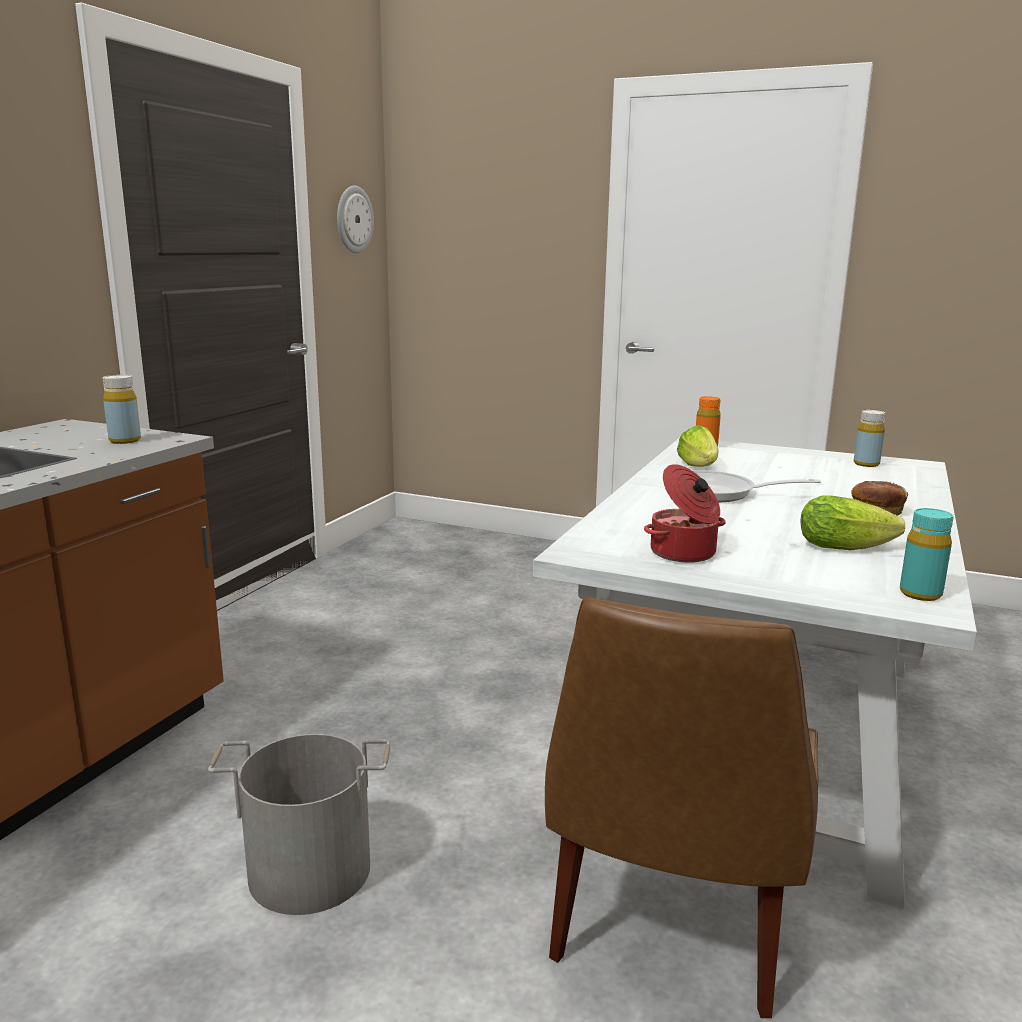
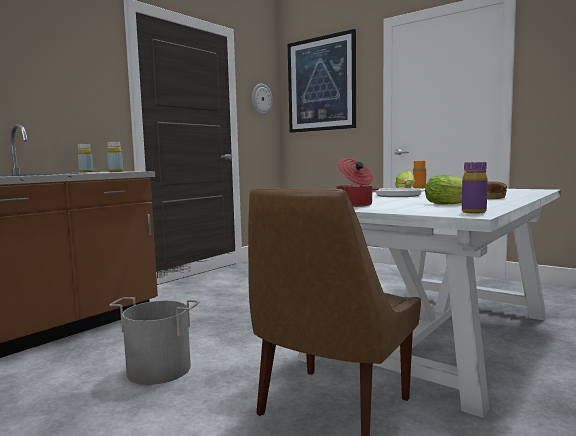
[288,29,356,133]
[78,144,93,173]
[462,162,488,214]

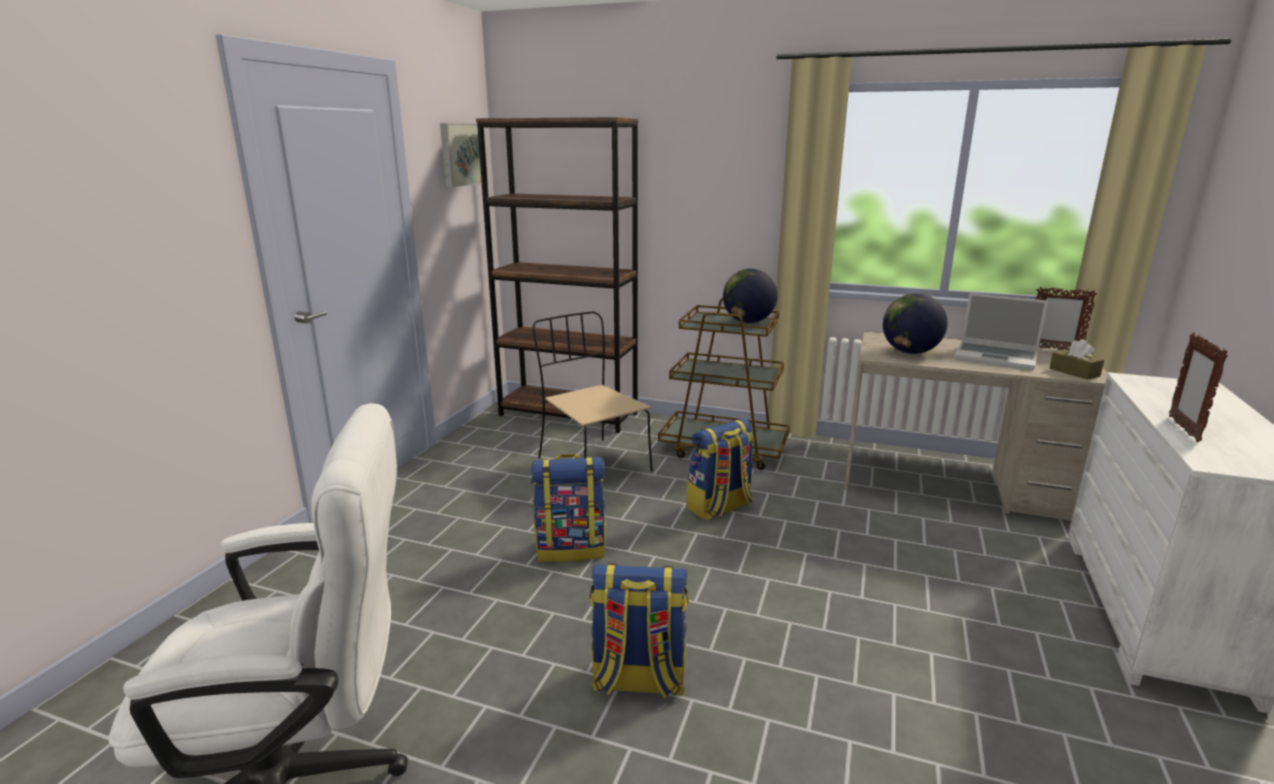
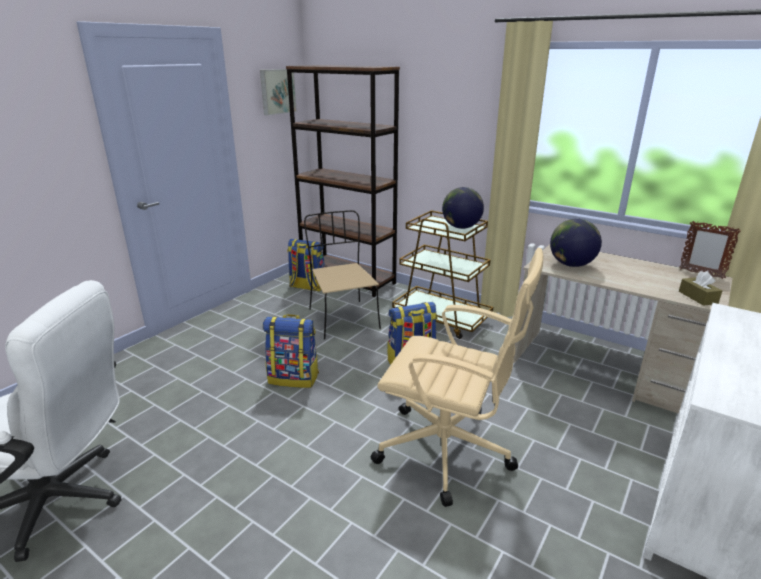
[954,293,1048,370] (first image)
[1169,332,1228,442] (first image)
[371,248,543,507]
[287,239,325,292]

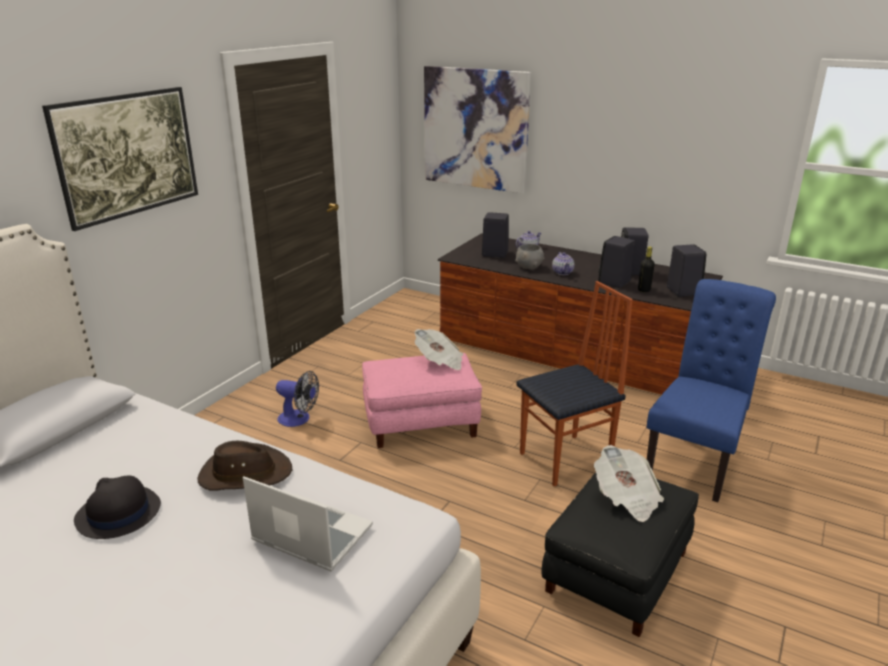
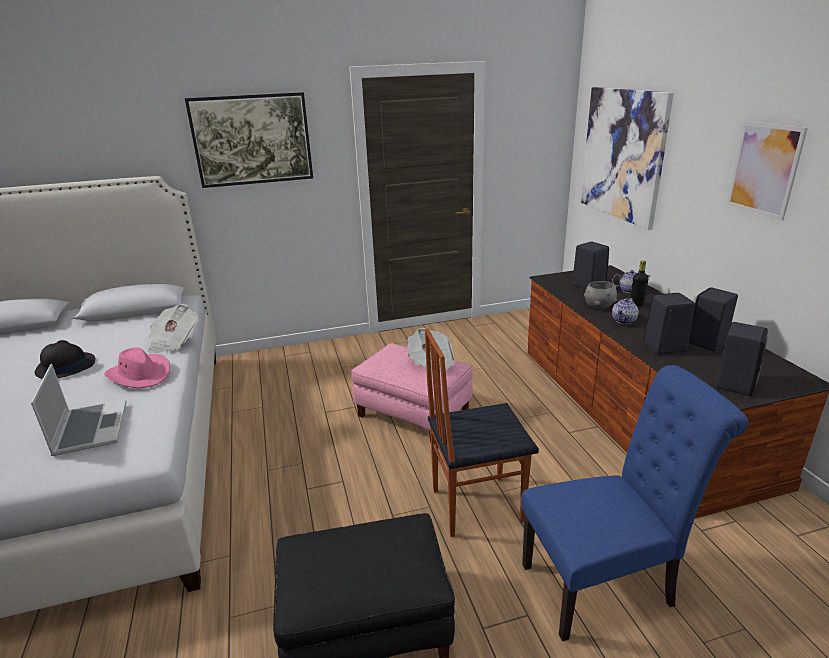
[276,371,319,427] (first image)
[726,121,808,220]
[148,304,198,353]
[630,260,649,306]
[104,347,170,388]
[425,328,539,537]

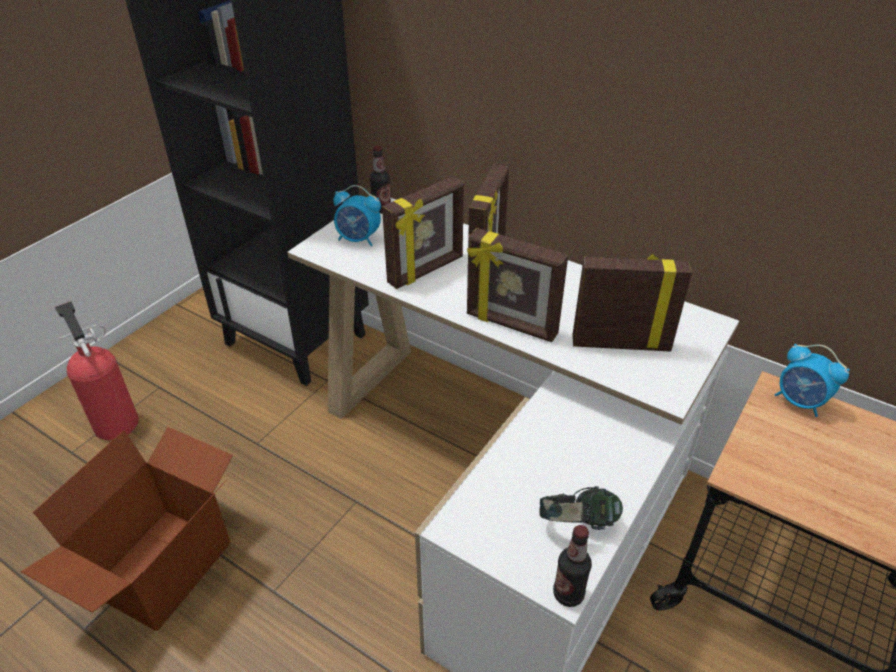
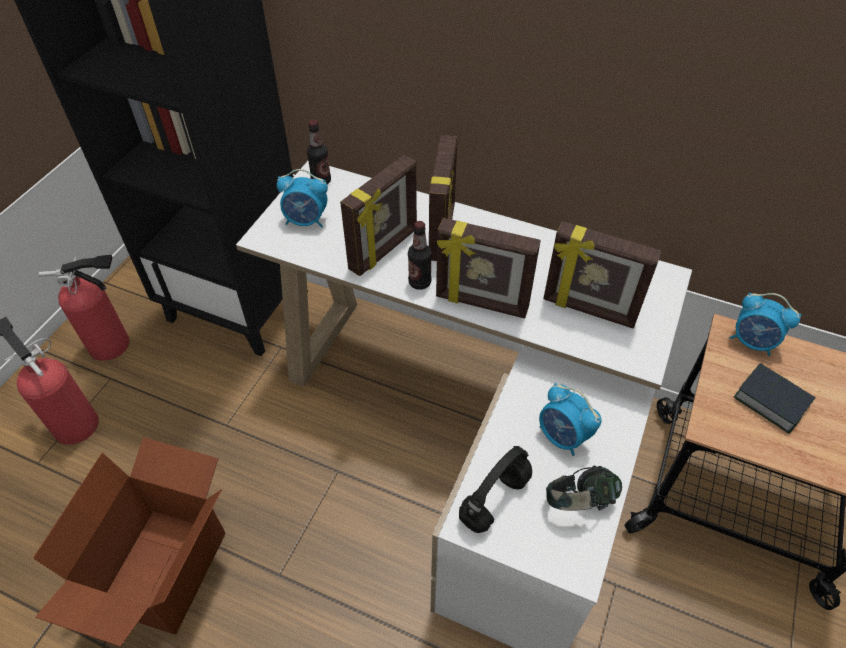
[39,254,130,361]
[459,446,532,533]
[539,383,602,456]
[734,363,816,434]
[408,221,432,290]
[543,221,662,328]

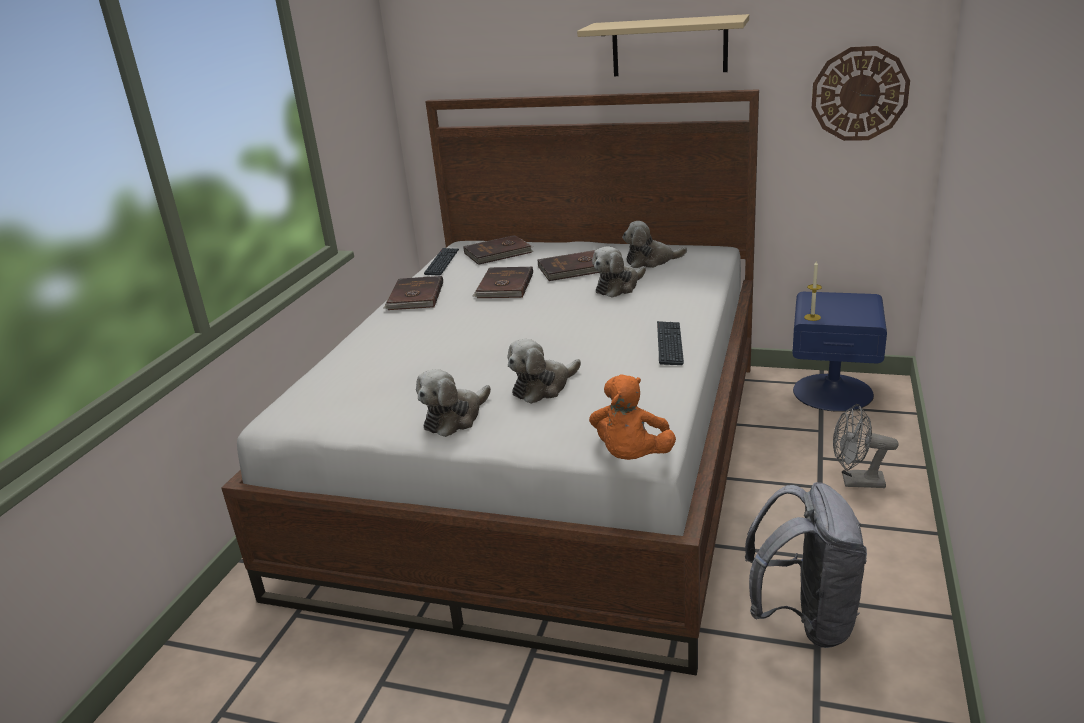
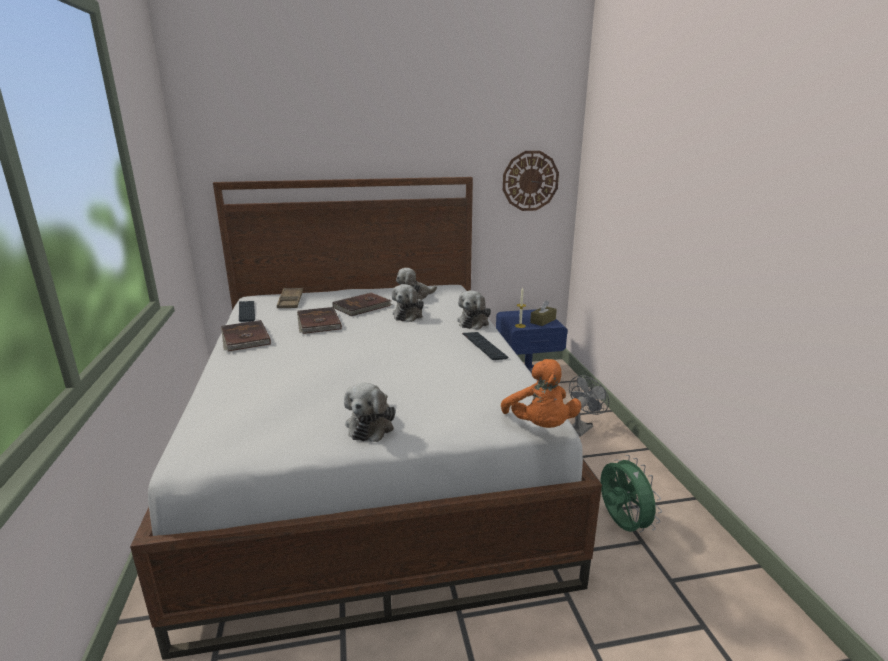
[577,14,749,76] (first image)
[530,300,557,326]
[457,290,491,330]
[277,288,303,308]
[600,455,662,532]
[569,375,609,437]

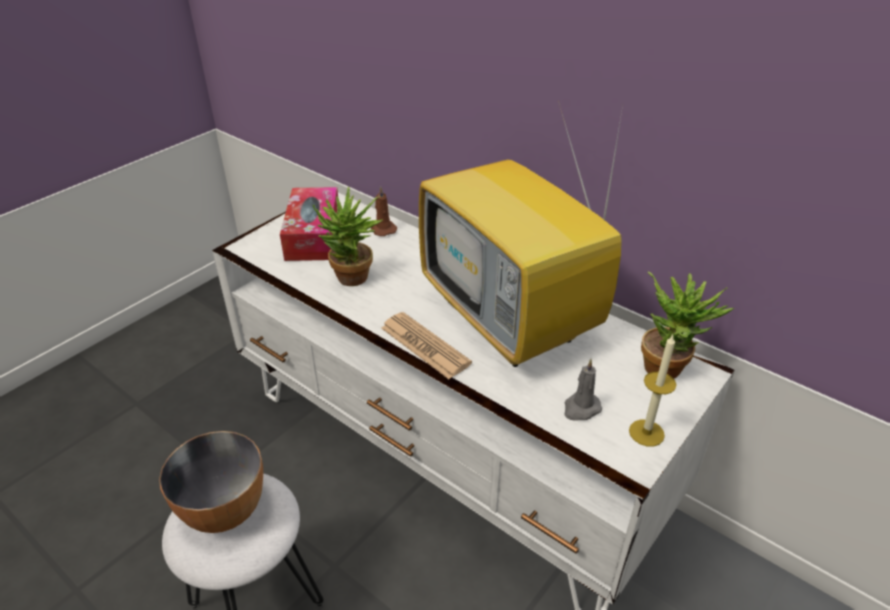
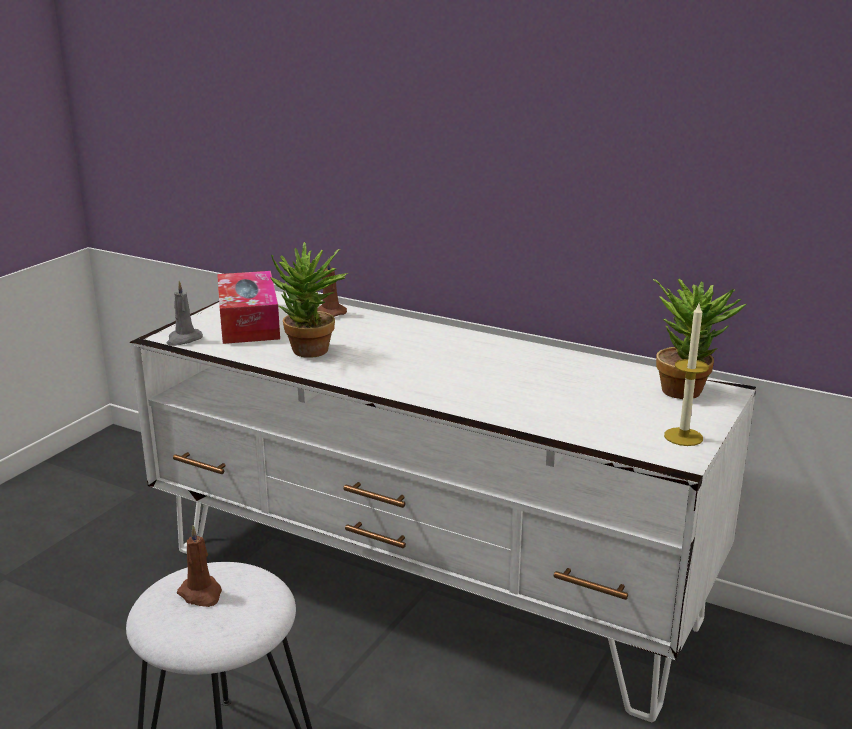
[381,312,472,379] (first image)
[419,101,623,367] (first image)
[166,281,203,346]
[177,525,222,607]

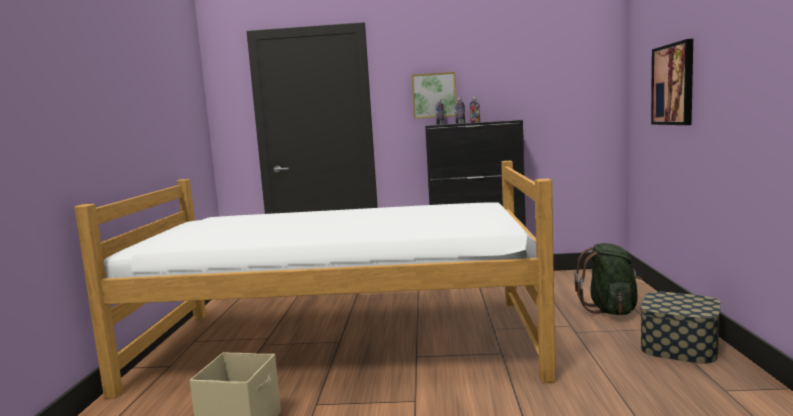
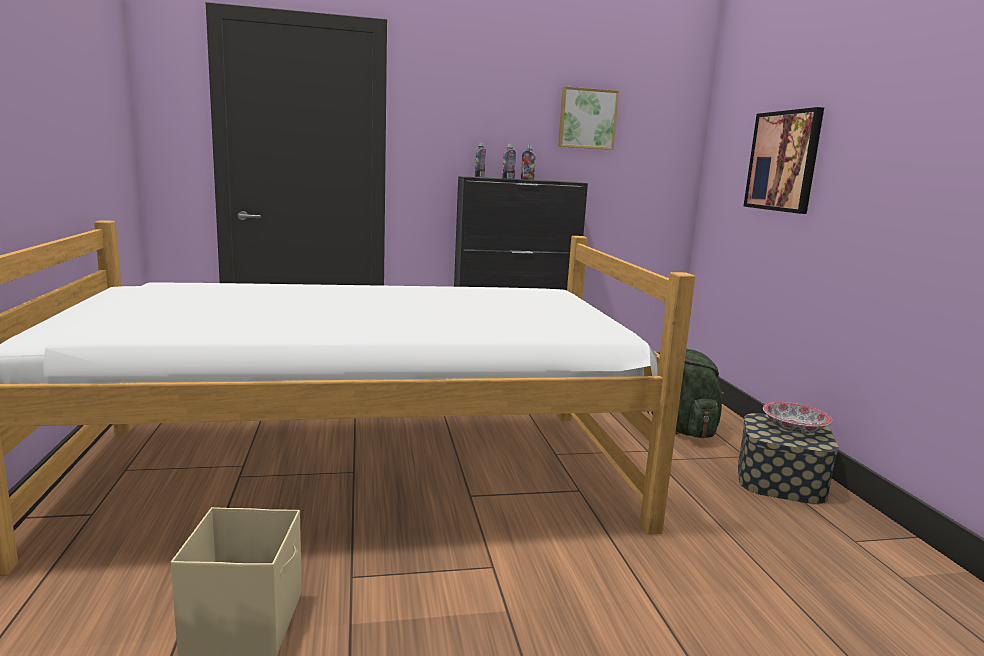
[763,402,832,434]
[558,87,619,150]

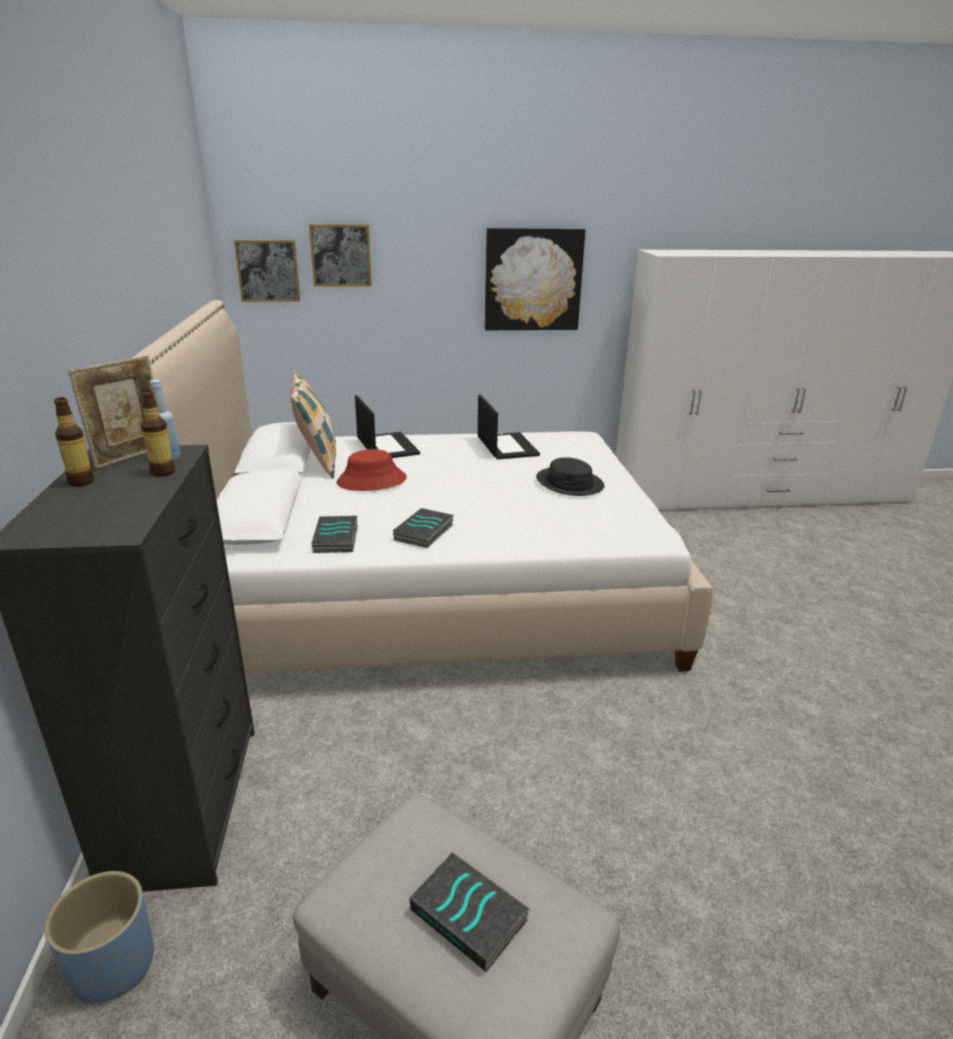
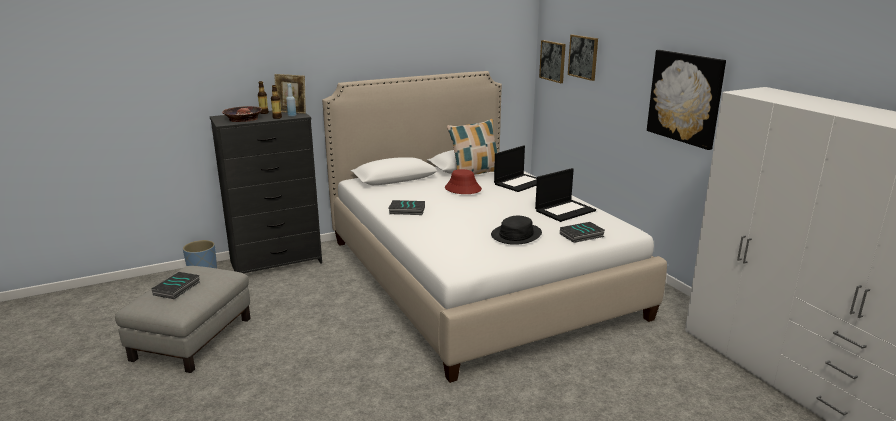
[222,106,262,122]
[560,222,605,243]

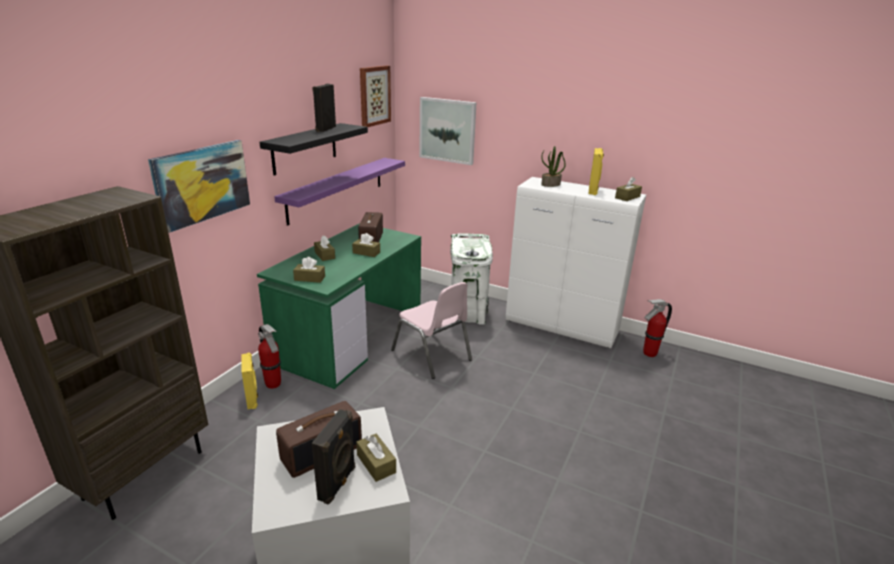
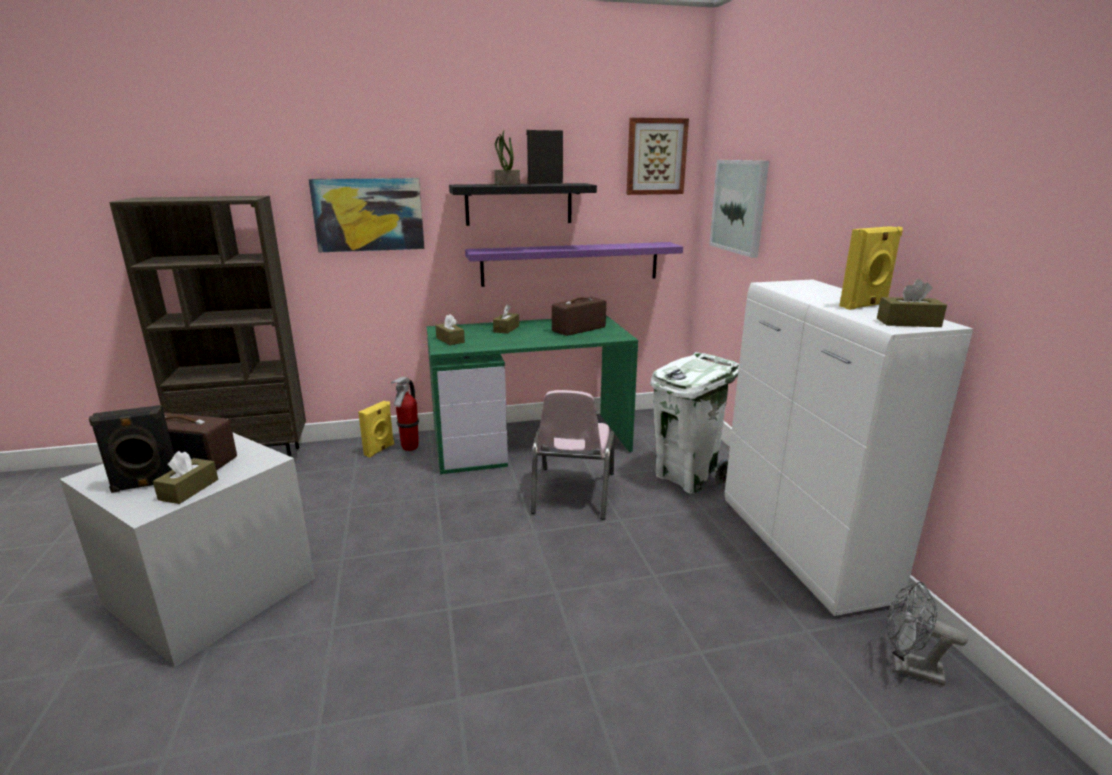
[352,233,380,257] (first image)
[494,130,520,185]
[886,582,968,686]

